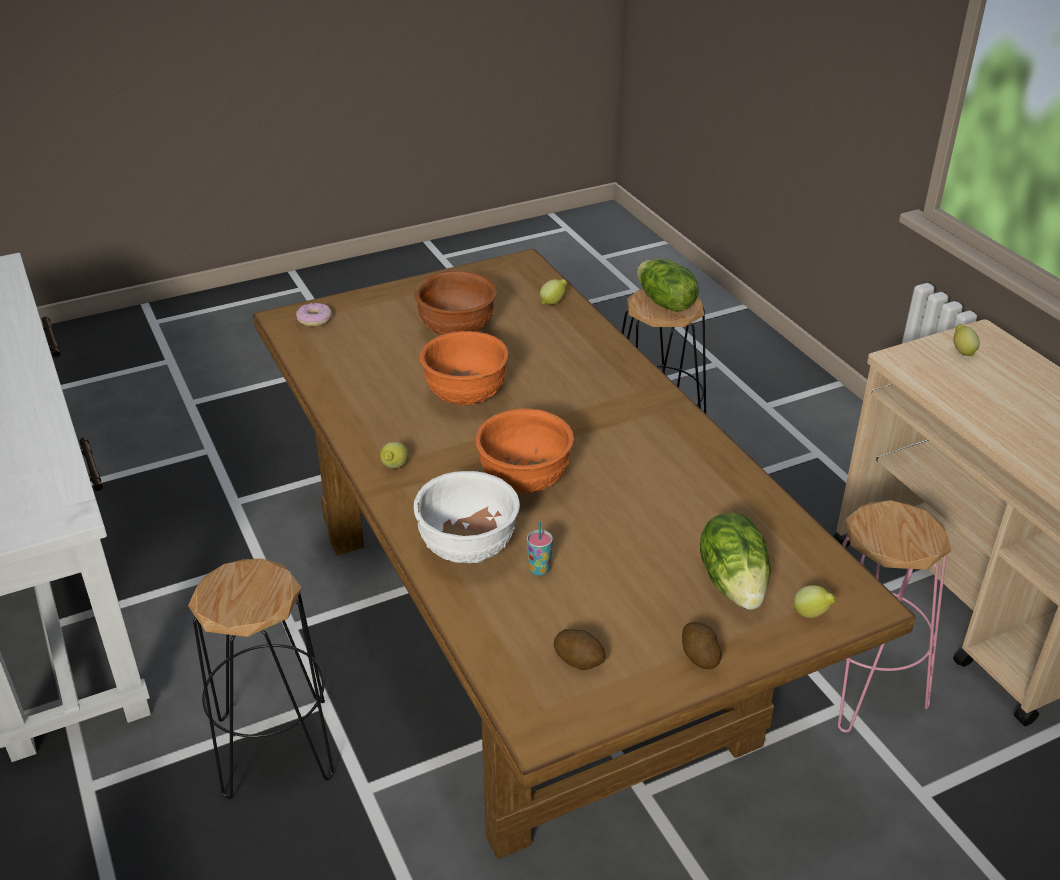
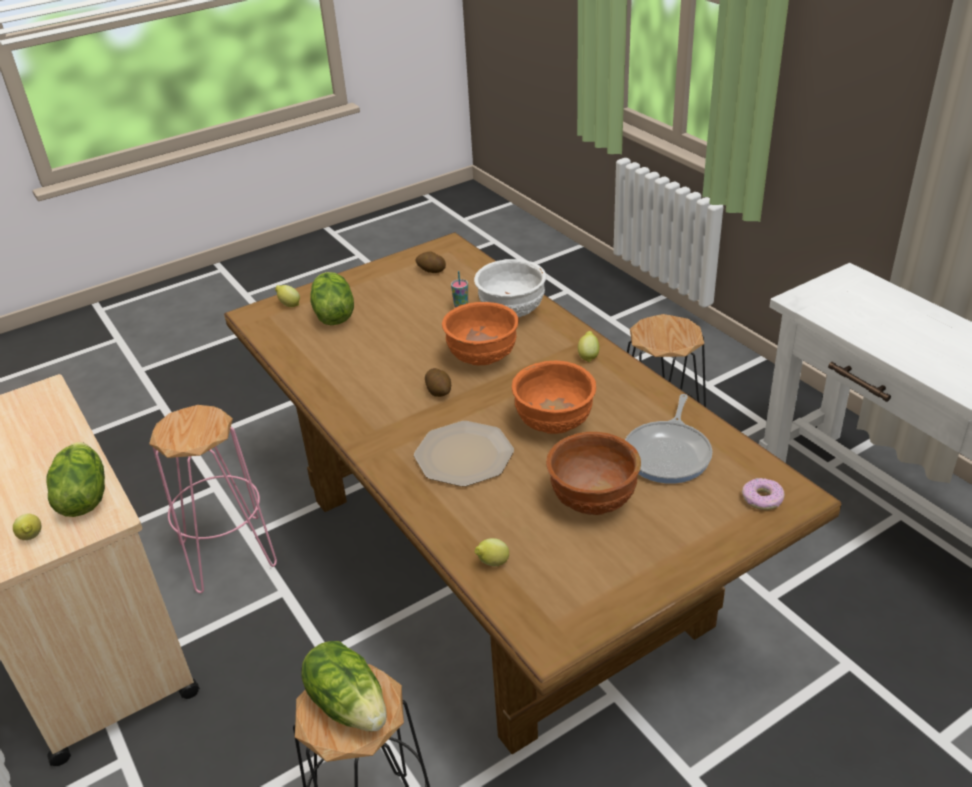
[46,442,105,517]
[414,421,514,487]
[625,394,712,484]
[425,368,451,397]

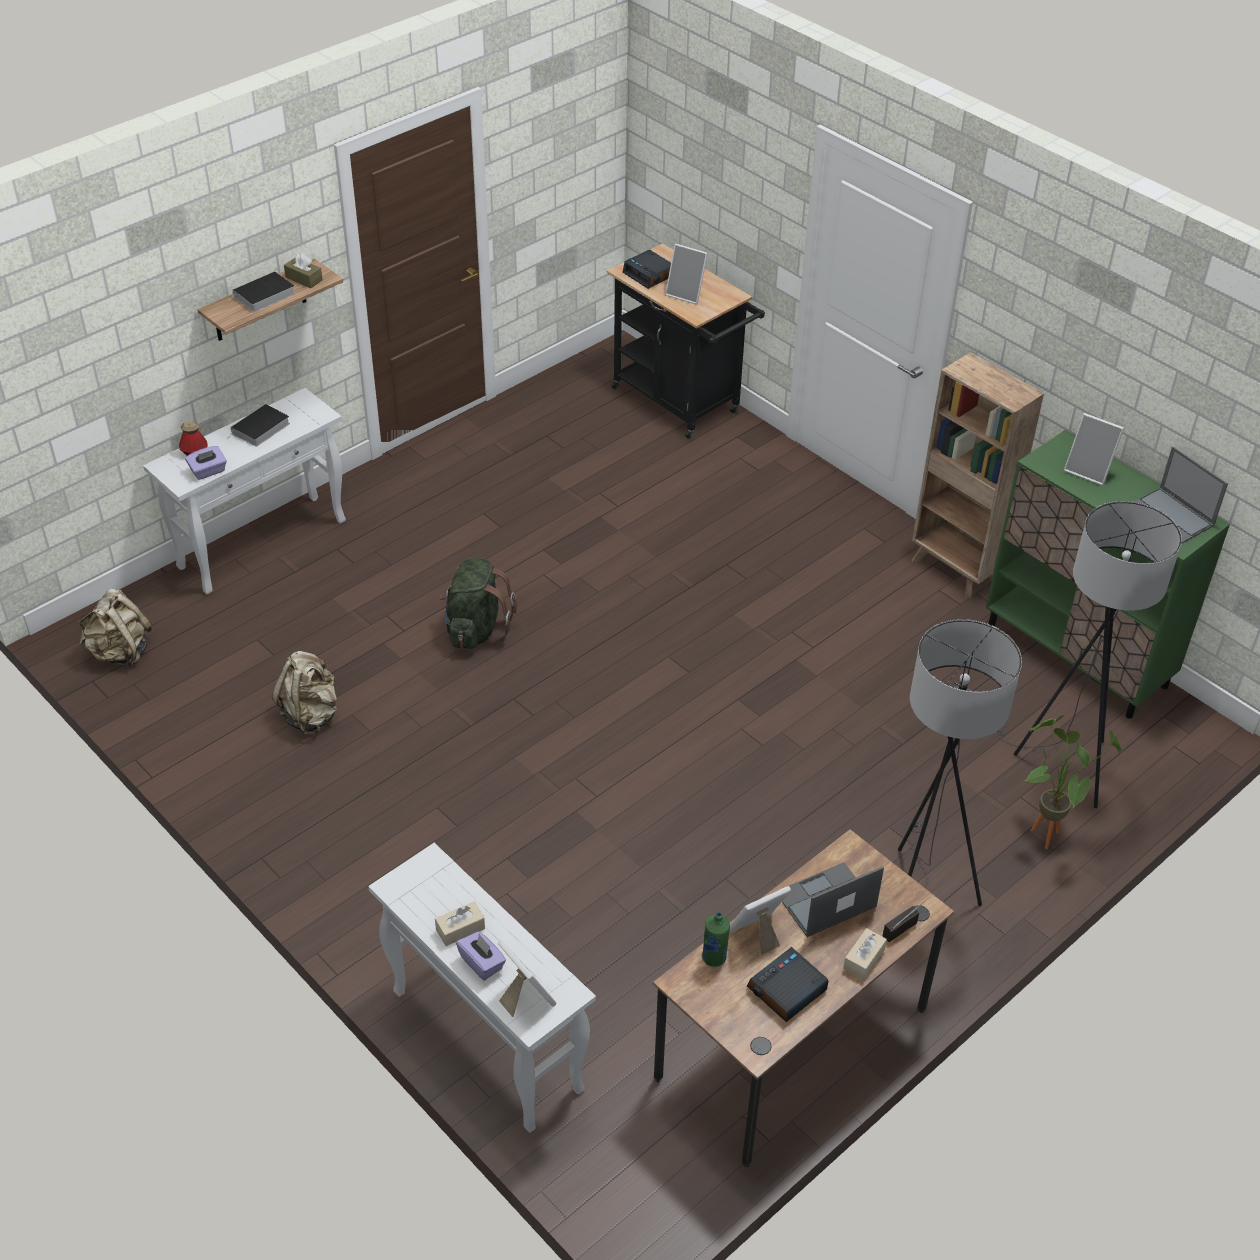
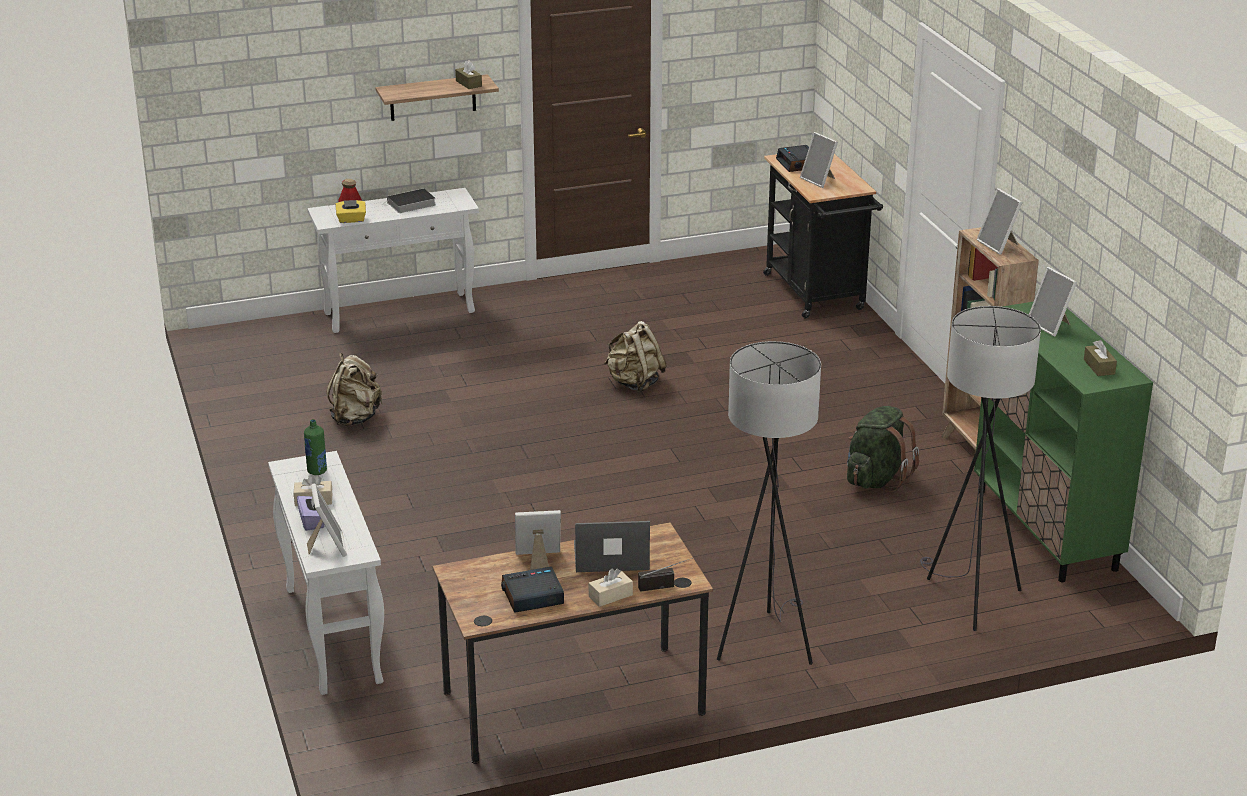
[230,271,295,312] (first image)
[1025,715,1122,849] (first image)
[977,188,1023,255]
[604,321,667,392]
[847,406,919,492]
[304,419,327,475]
[1084,340,1117,376]
[335,200,366,223]

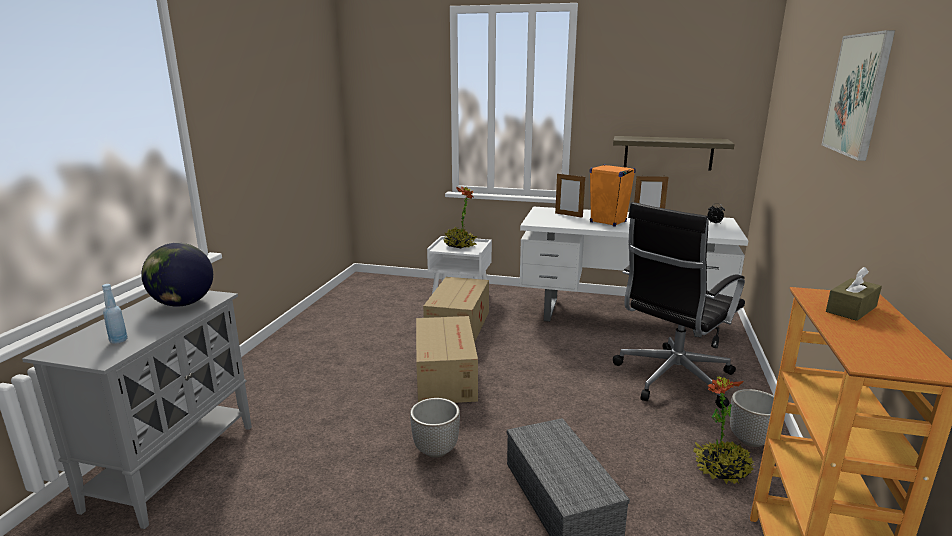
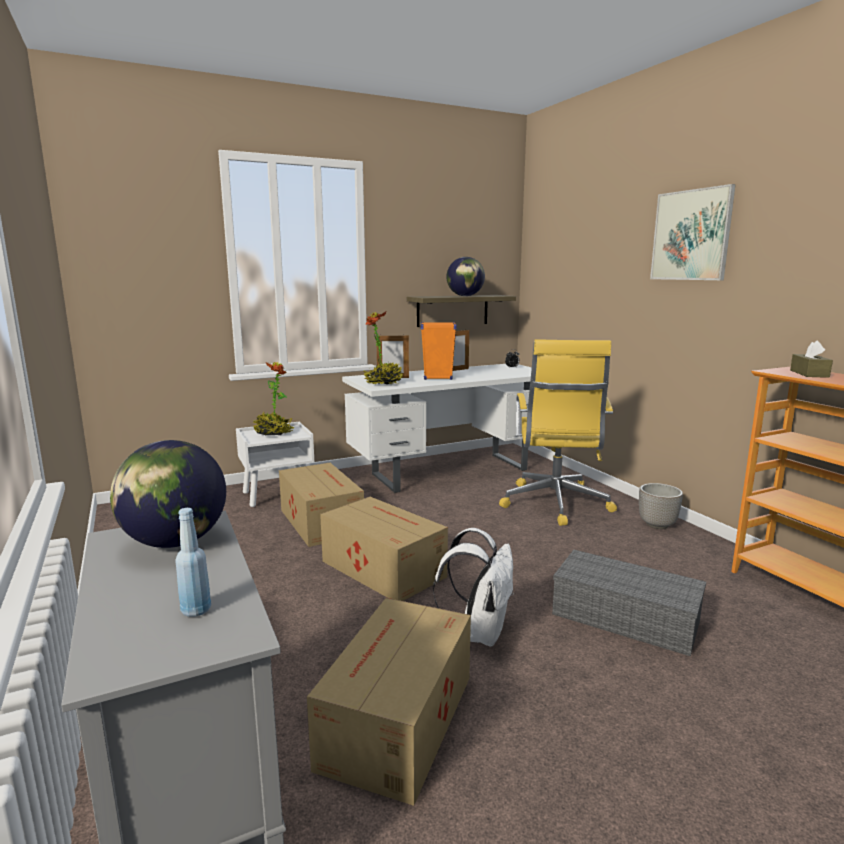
[307,598,471,806]
[446,257,485,296]
[364,311,403,384]
[433,528,514,647]
[499,339,617,526]

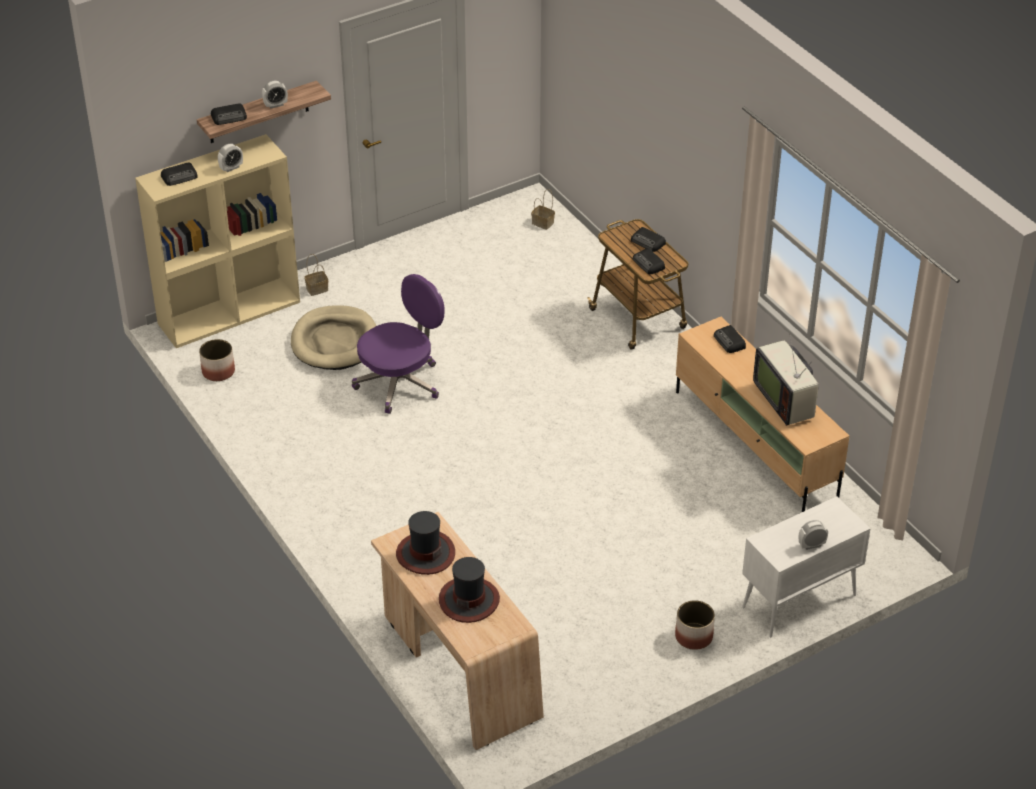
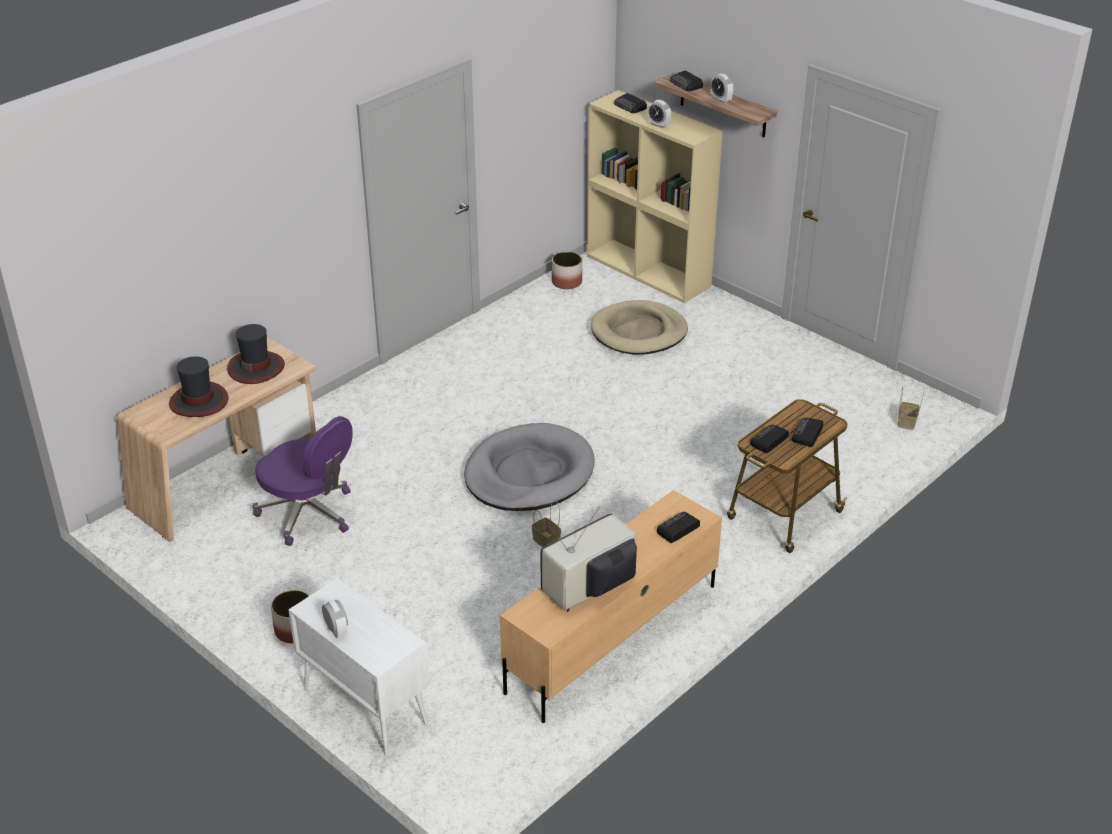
[464,423,594,511]
[532,500,561,547]
[252,416,353,546]

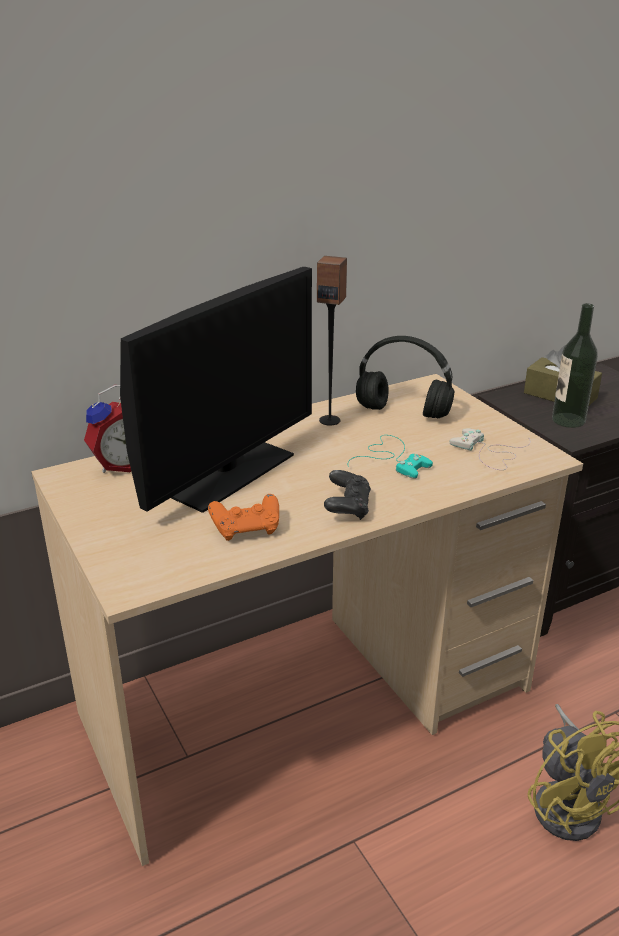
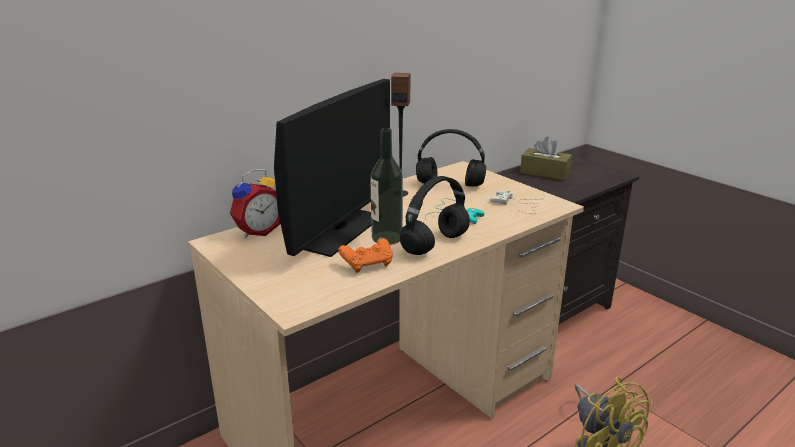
[370,128,403,245]
[400,176,470,255]

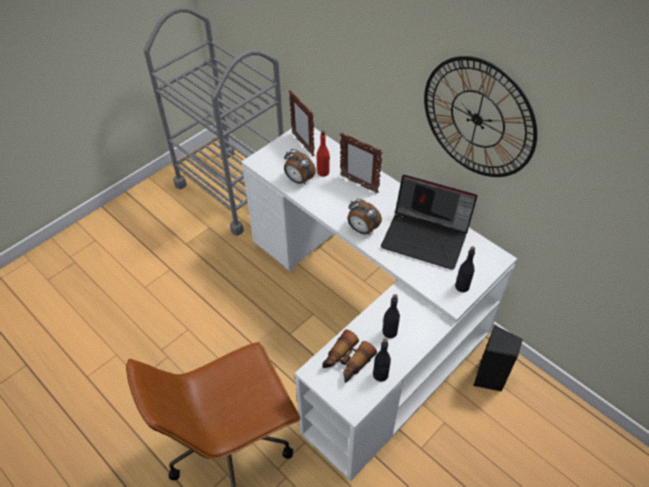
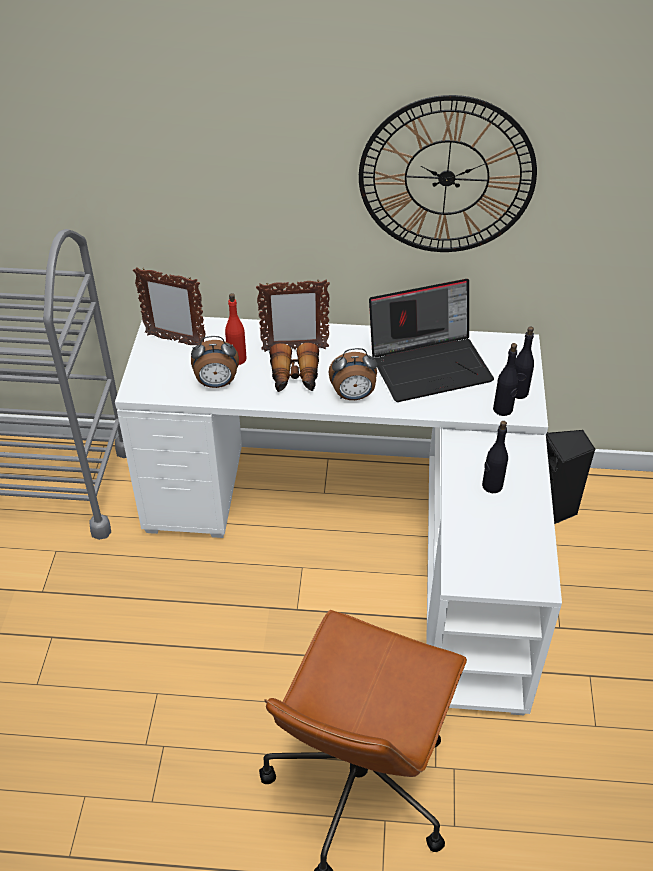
[269,343,319,392]
[493,343,518,416]

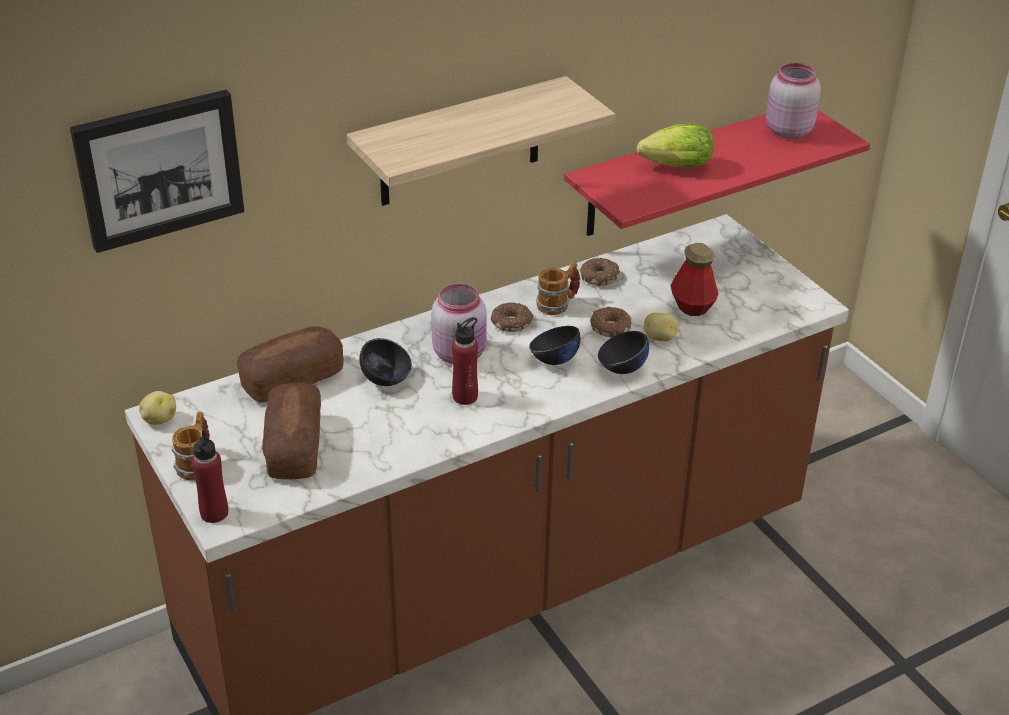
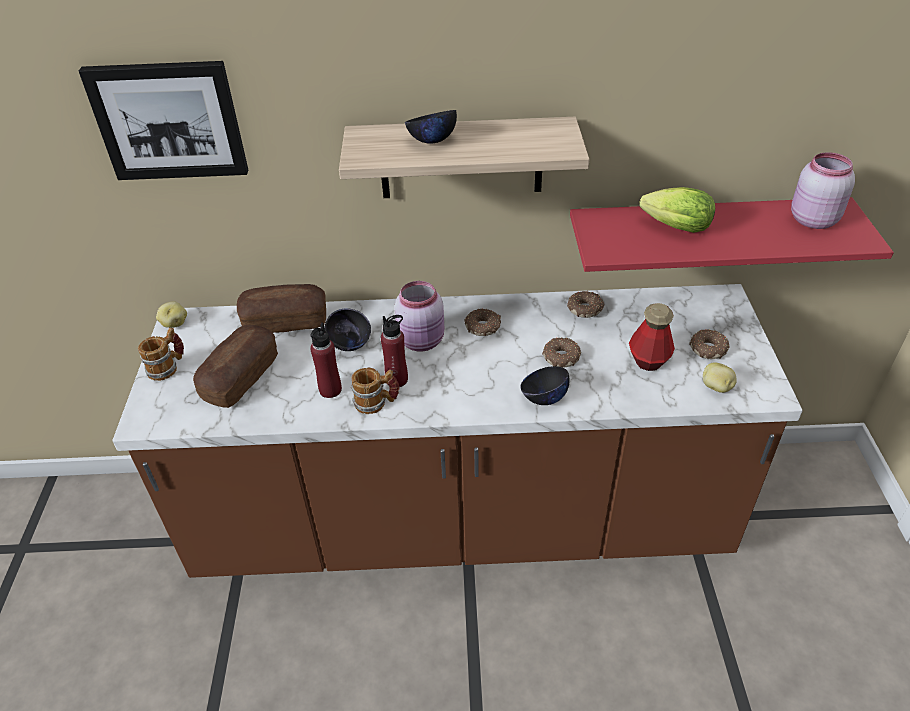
[689,329,730,359]
[310,322,342,398]
[405,110,457,144]
[351,368,399,414]
[703,362,737,393]

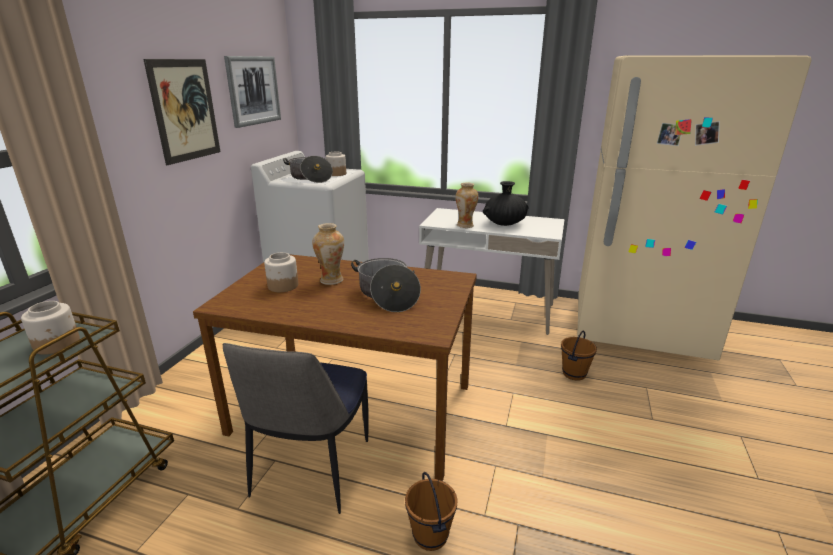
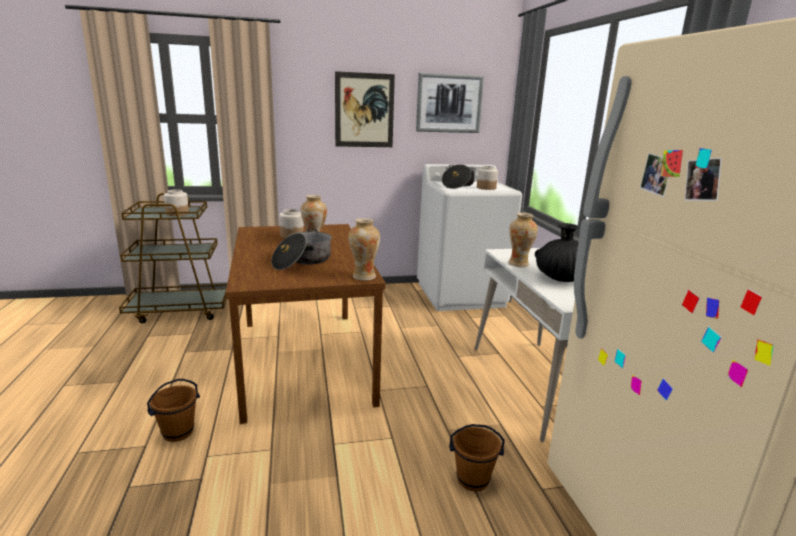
[222,343,368,514] (first image)
[349,218,380,281]

